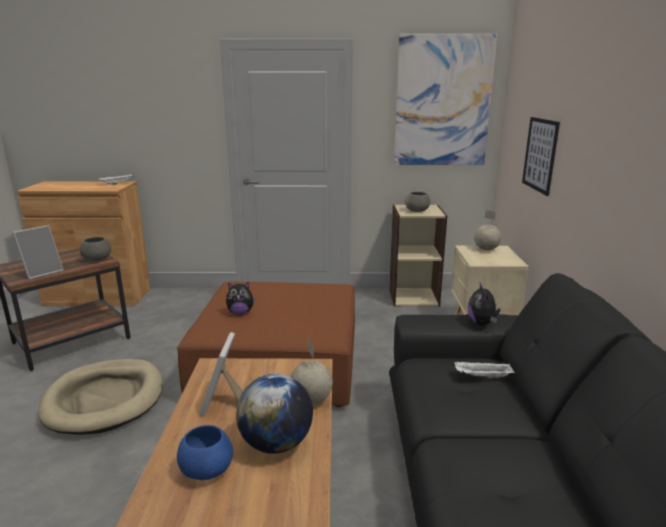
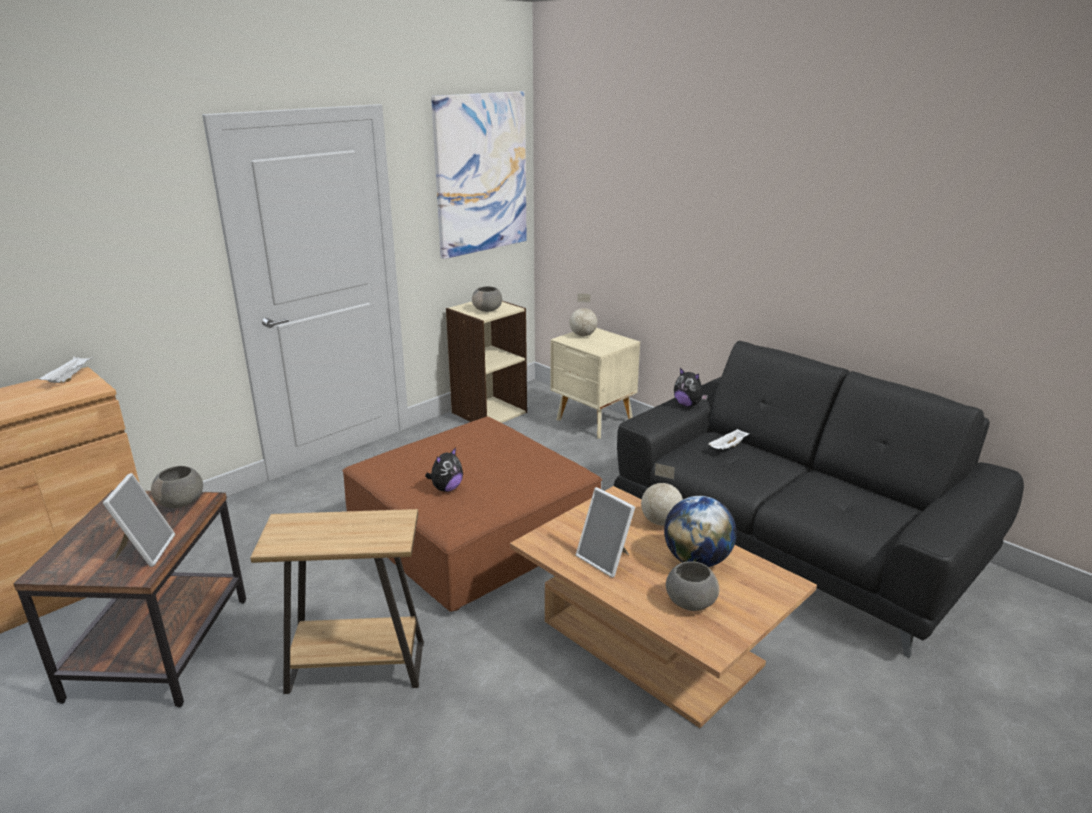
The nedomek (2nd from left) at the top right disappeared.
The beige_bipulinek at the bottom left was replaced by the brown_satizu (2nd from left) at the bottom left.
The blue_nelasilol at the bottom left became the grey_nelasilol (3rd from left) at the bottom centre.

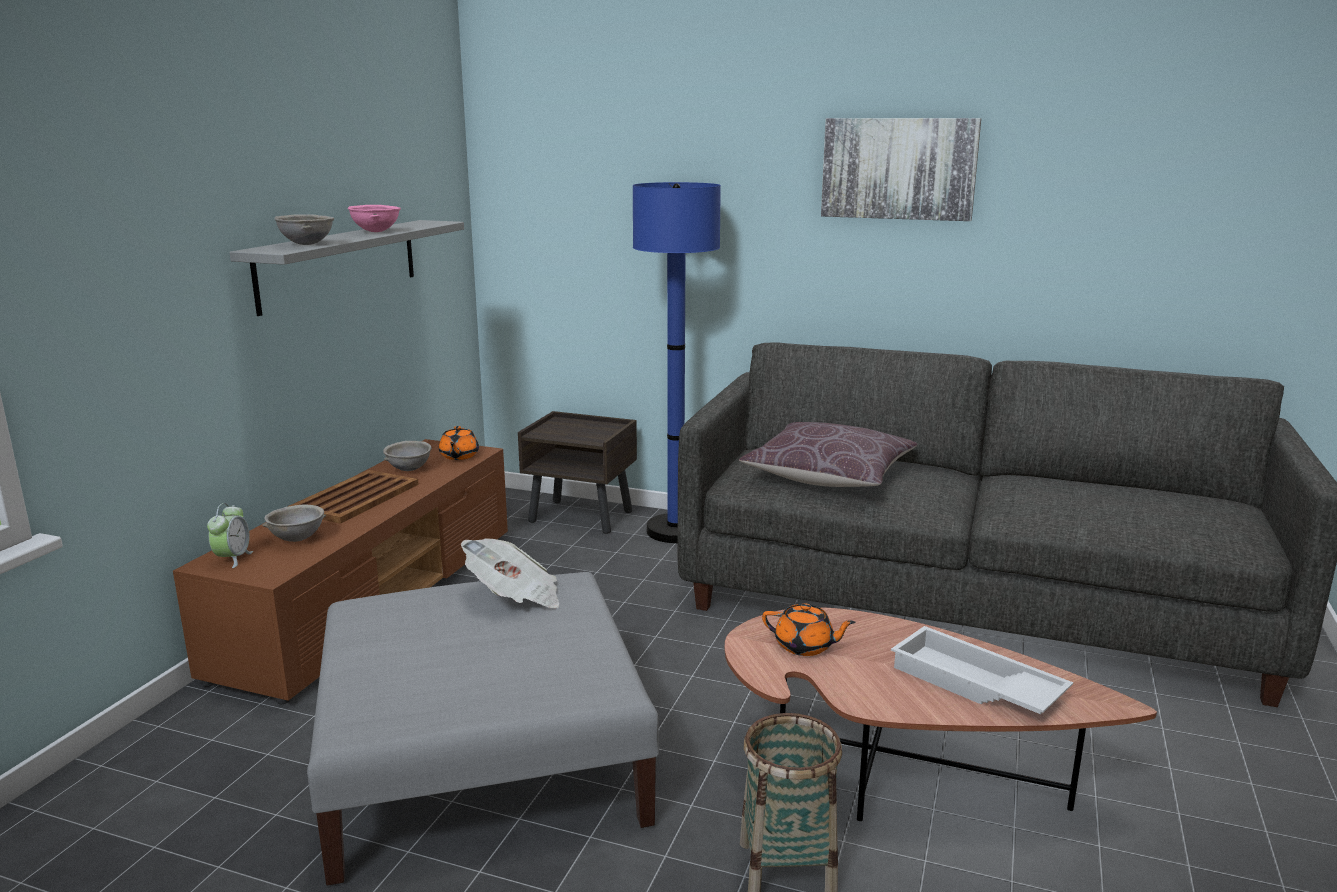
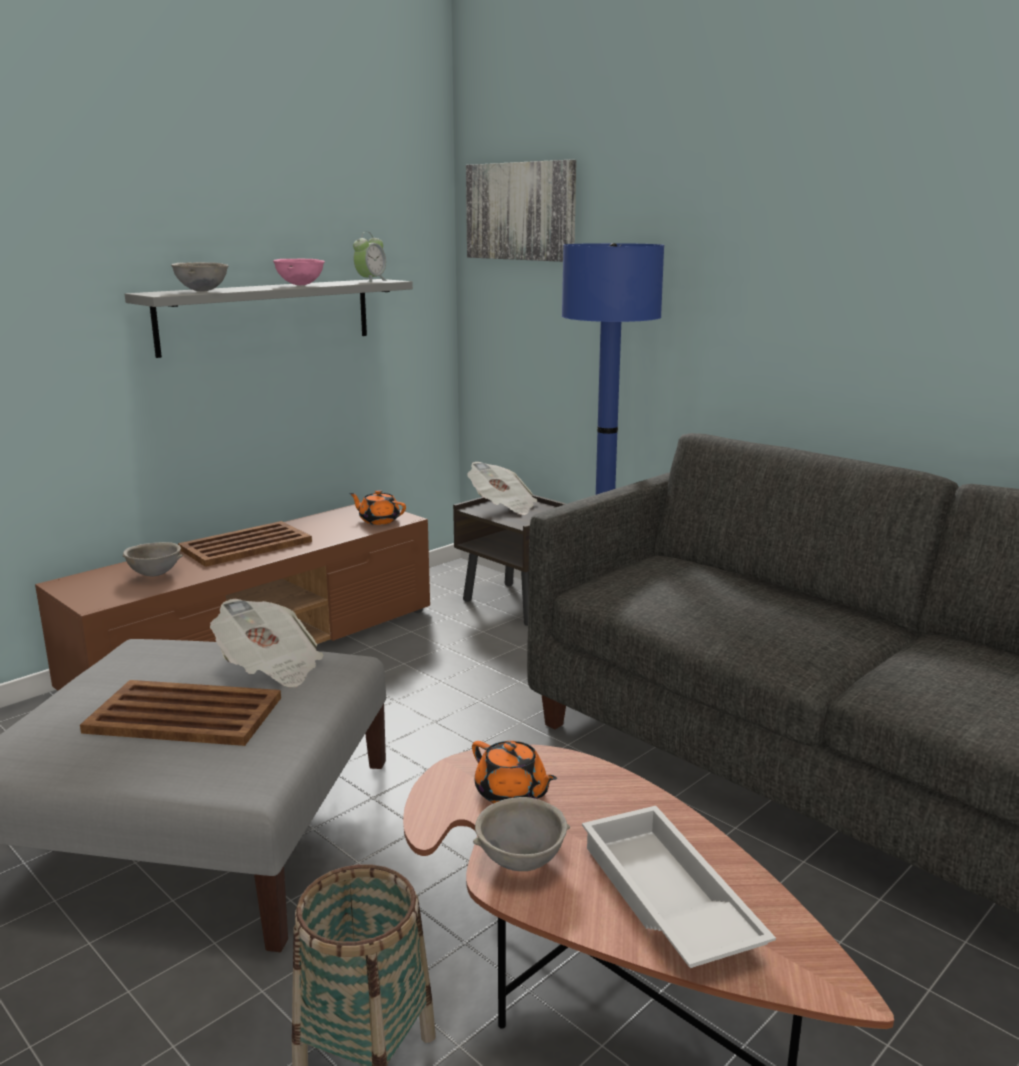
The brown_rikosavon at the centre disappeared.
The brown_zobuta (1st from left) at the bottom left appeared.
The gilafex (2nd from left) at the centre appeared.
The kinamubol moved from the middle left to the top centre.
The grey_nelasilol (3rd from left) moved from the middle left to the bottom centre.
The nedomek moved from the top right to the top centre.
The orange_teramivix (1st from left) at the centre turned 90 degrees clockwise.

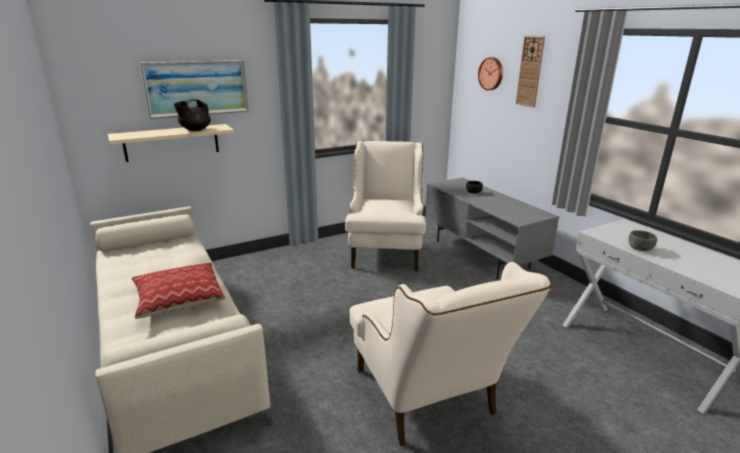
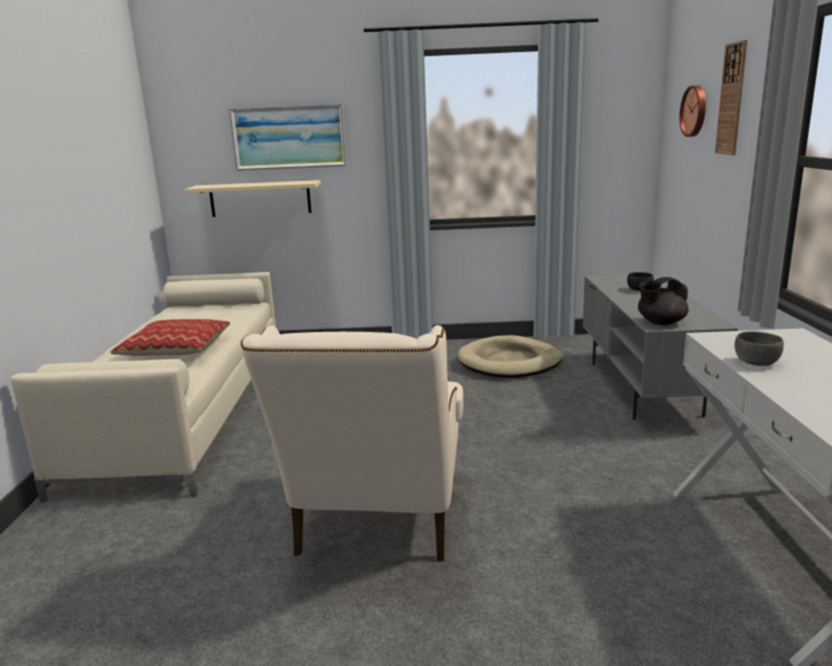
The black_teramivix moved from the top left to the middle right.
The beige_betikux (1st from left) at the centre was replaced by the beige_bipulinek at the centre.

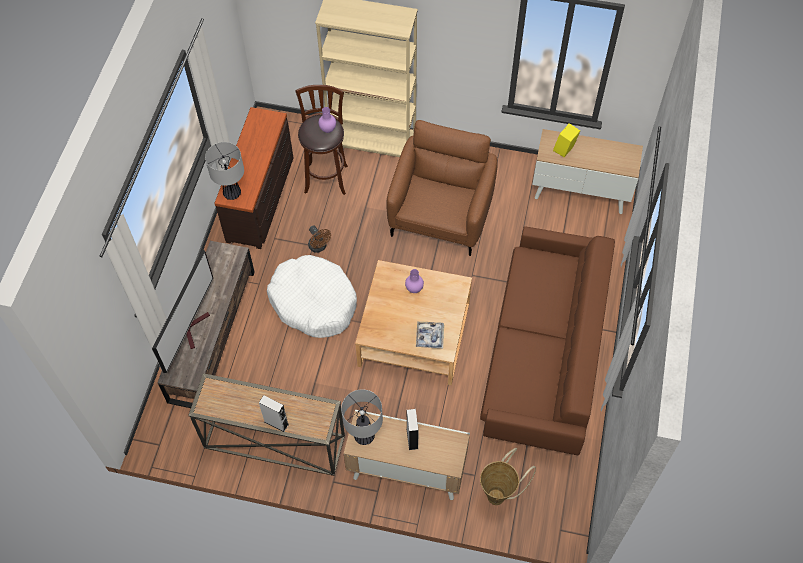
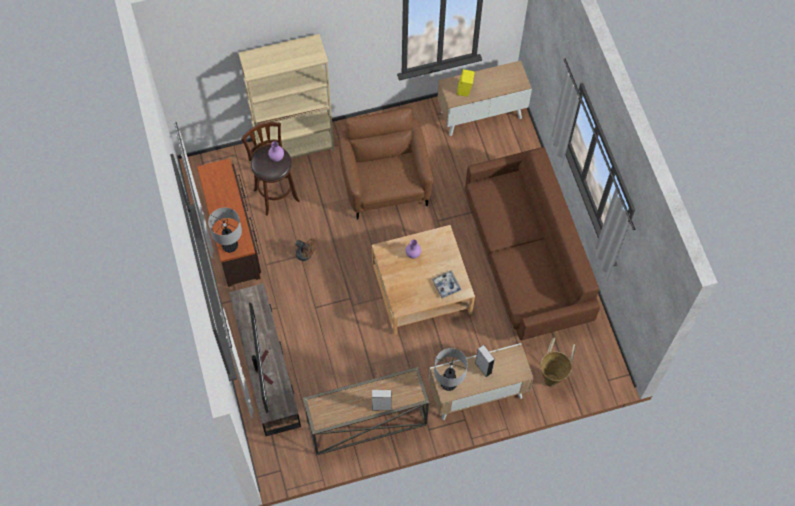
The white_bipulinek at the centre disappeared.

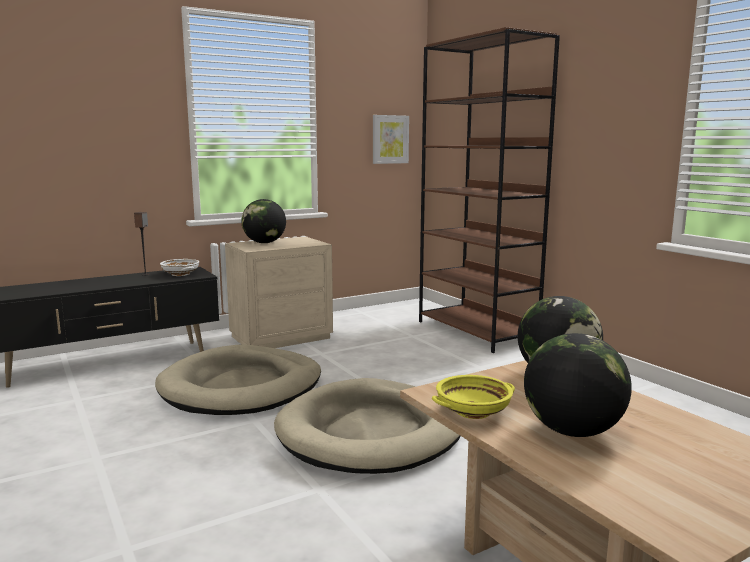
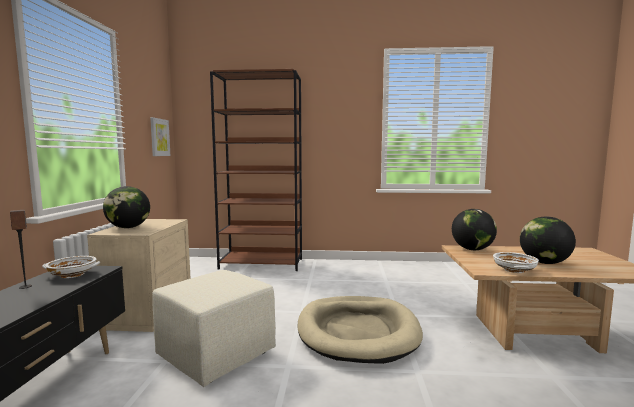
The beige_bipulinek (1st from left) at the bottom left was replaced by the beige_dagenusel at the bottom centre.
The yellow_nelasilol at the bottom centre became the white_nelasilol (2nd from left) at the middle right.

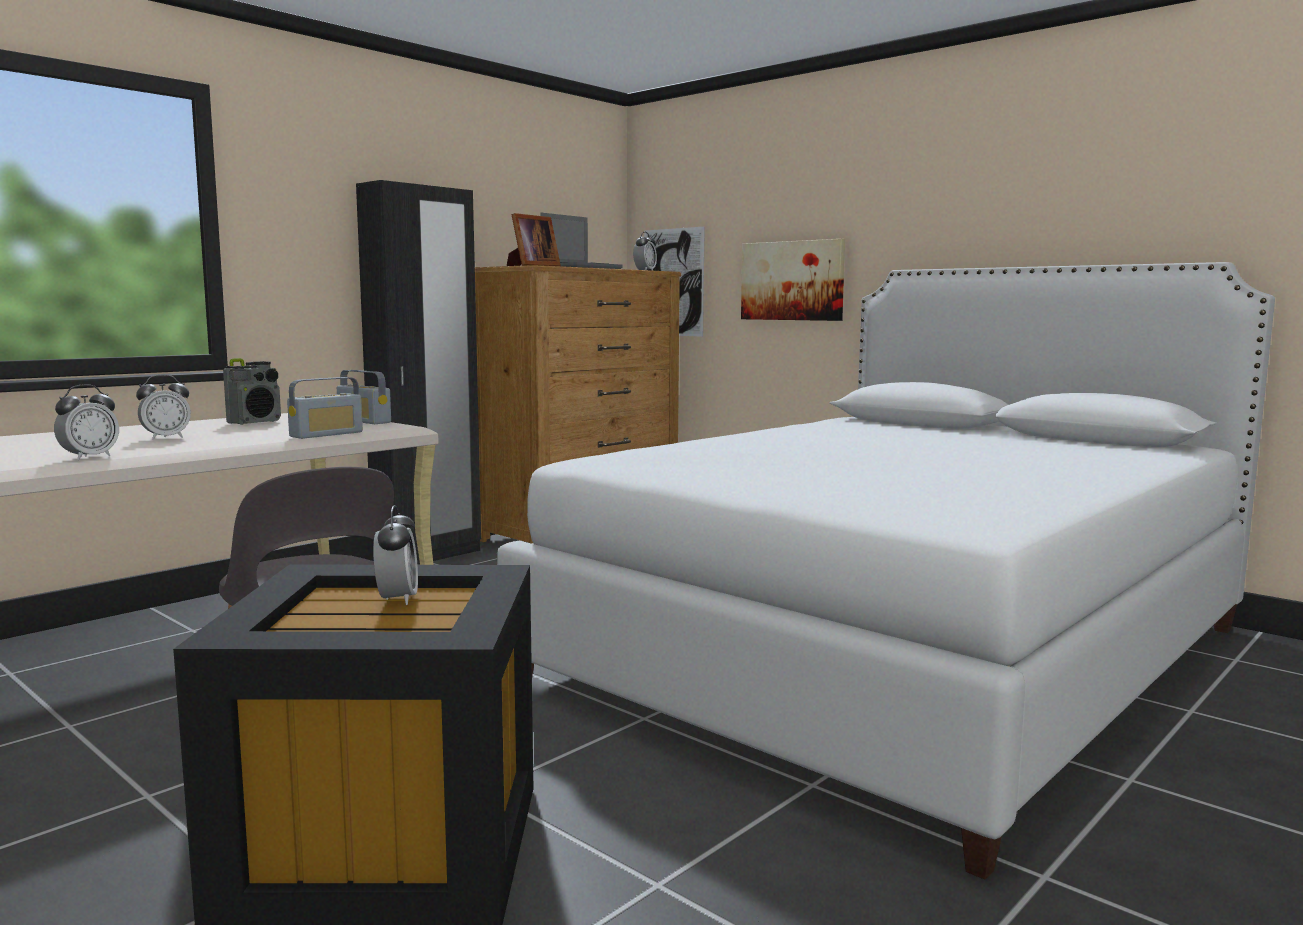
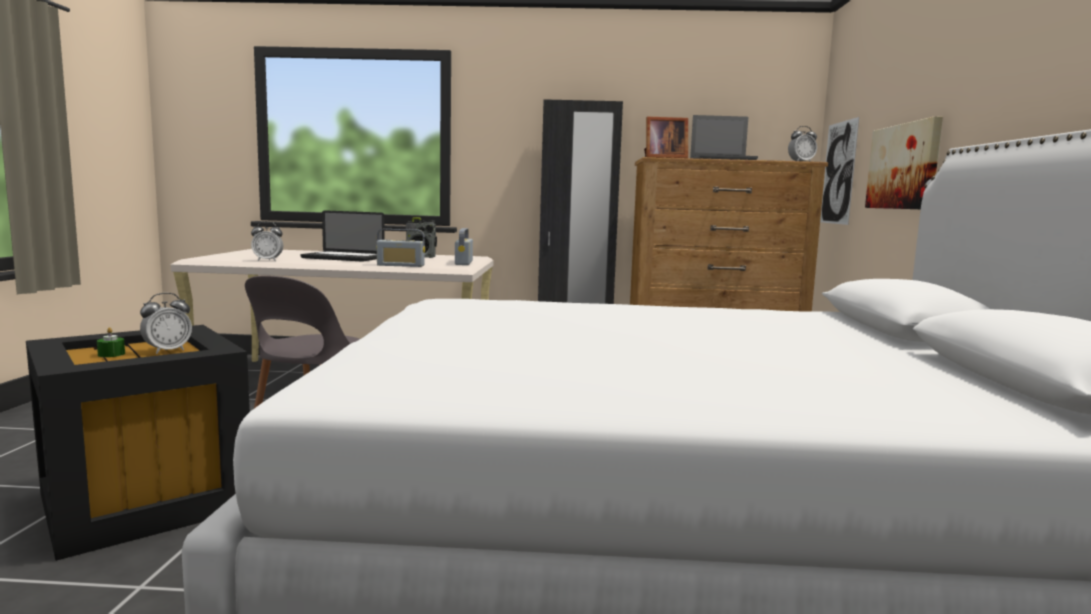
The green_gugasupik at the middle left appeared.
The kinamubol (2nd from left) at the middle left was replaced by the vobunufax (1st from left) at the middle left.

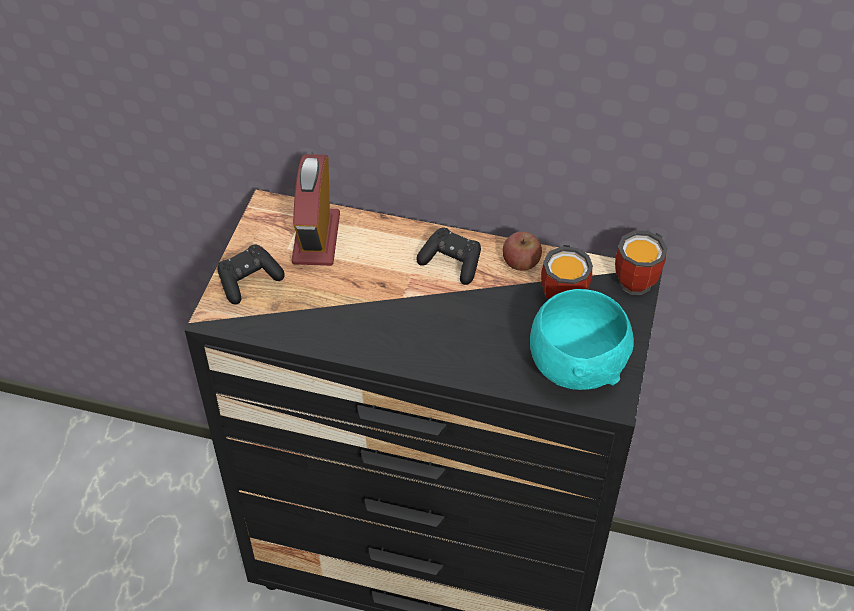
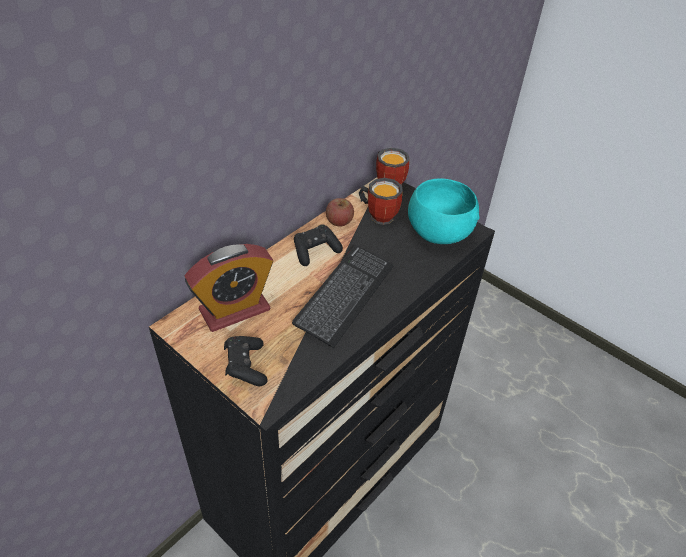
The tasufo at the centre appeared.
The kinamubol at the centre turned 60 degrees counterclockwise.

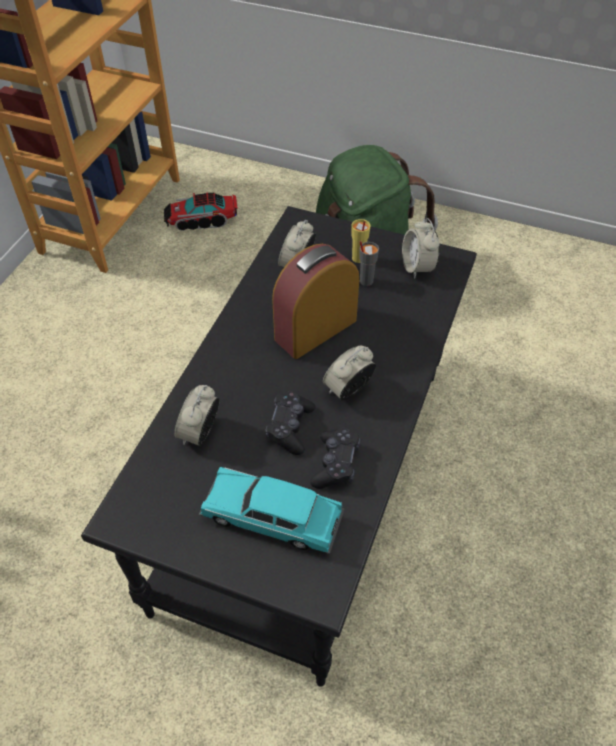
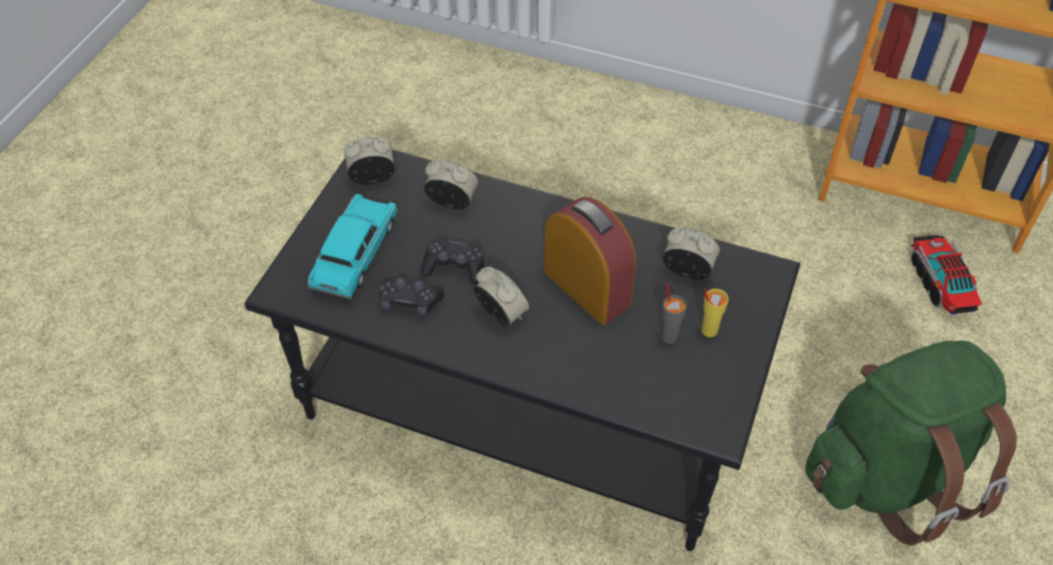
The kinamubol (5th from left in the first image) moved from the top right to the top centre.

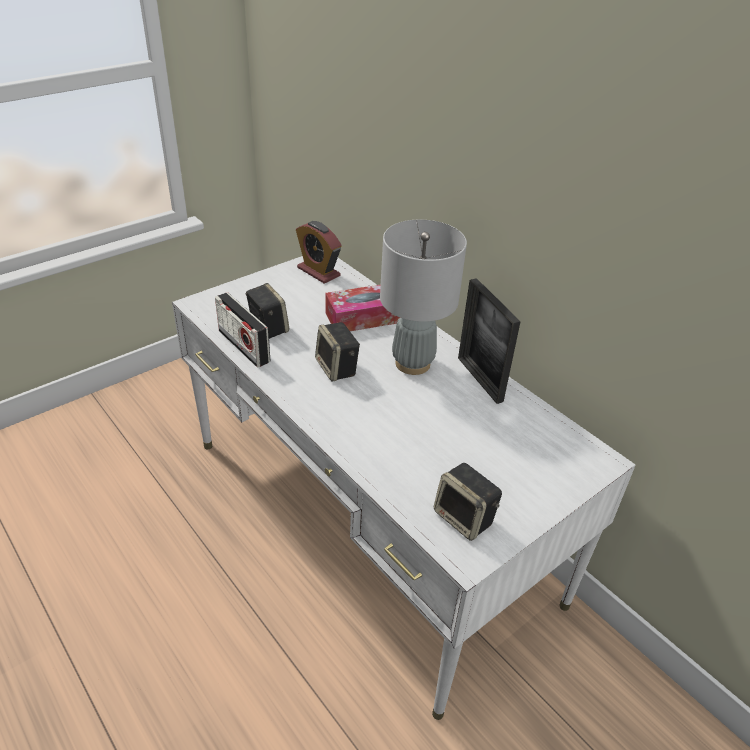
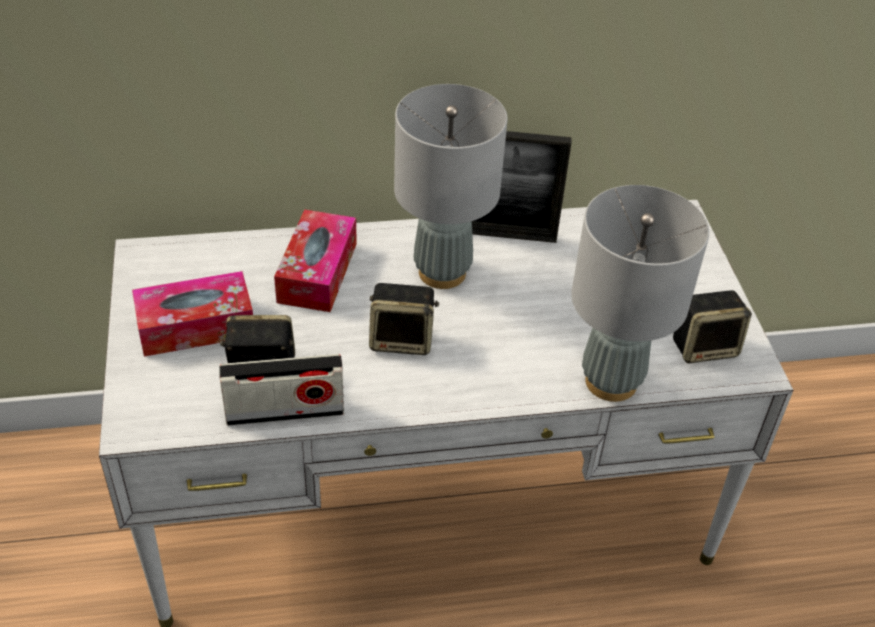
The kinamubol at the centre disappeared.
The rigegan (1st from left) at the middle left appeared.
The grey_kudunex (2nd from left) at the middle right appeared.

